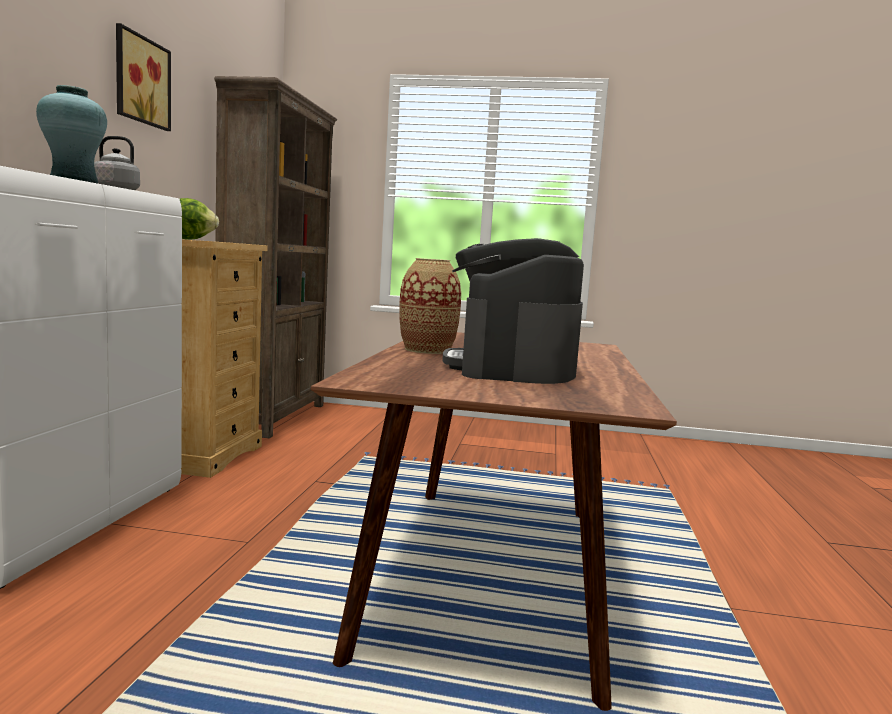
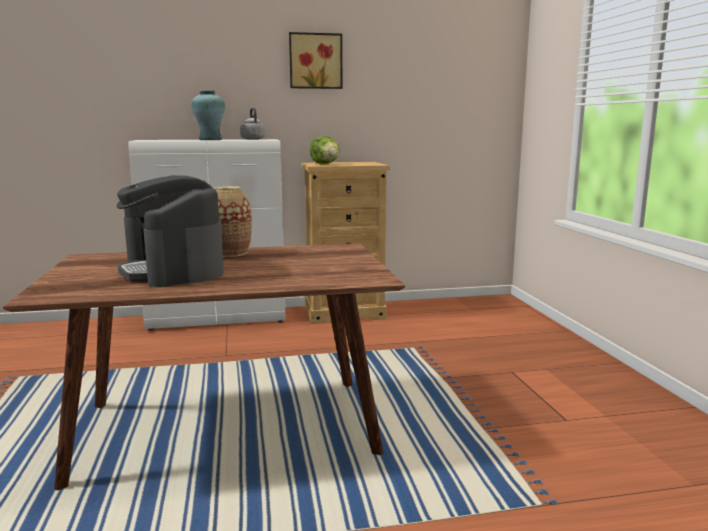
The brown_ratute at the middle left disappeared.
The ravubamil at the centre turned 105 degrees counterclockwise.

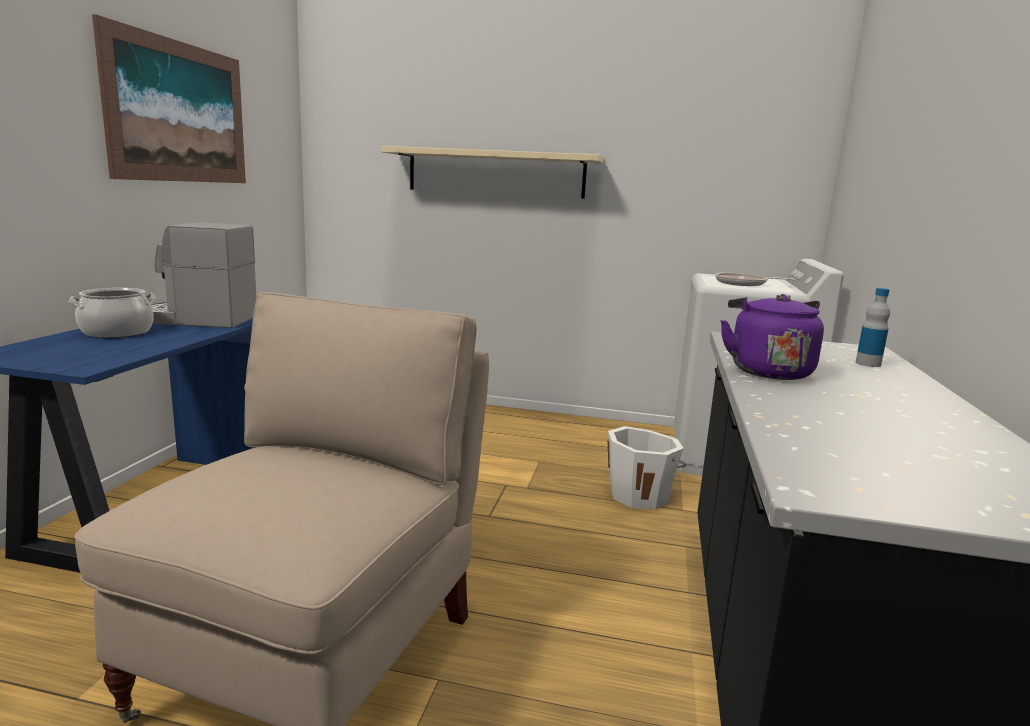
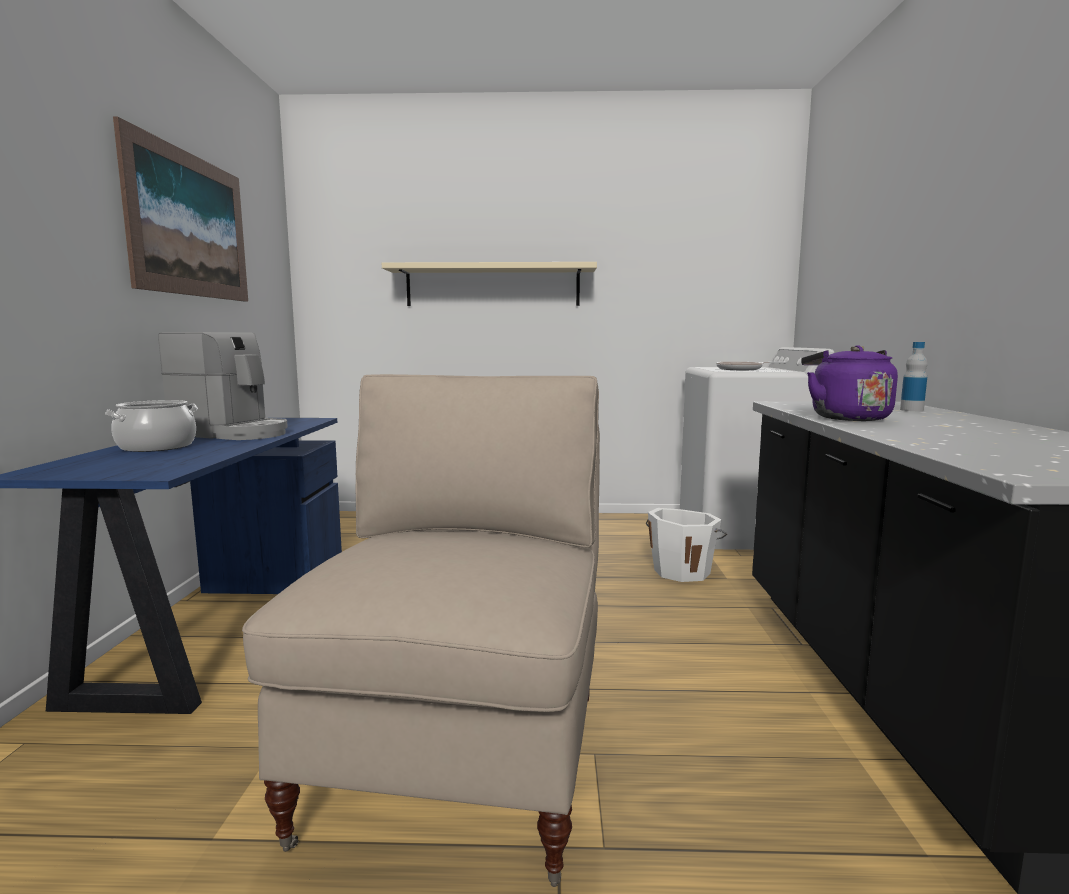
The ravubamil at the middle left turned 150 degrees counterclockwise.

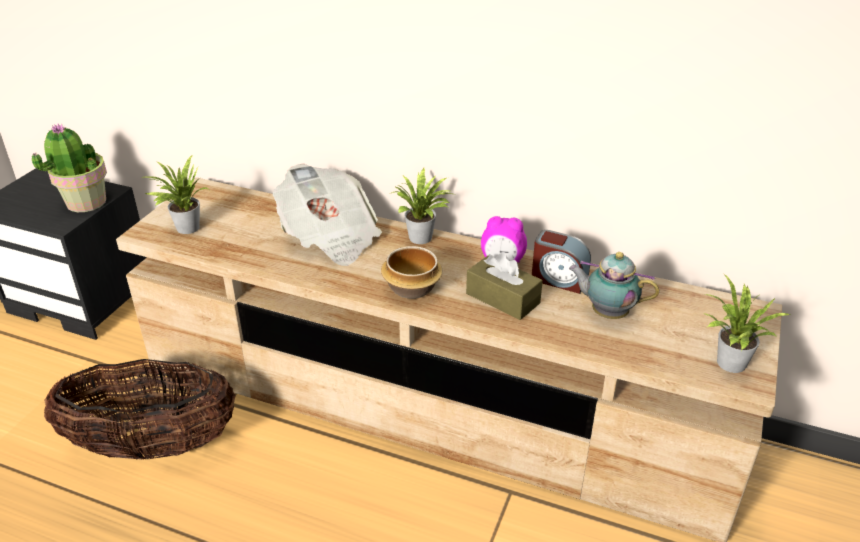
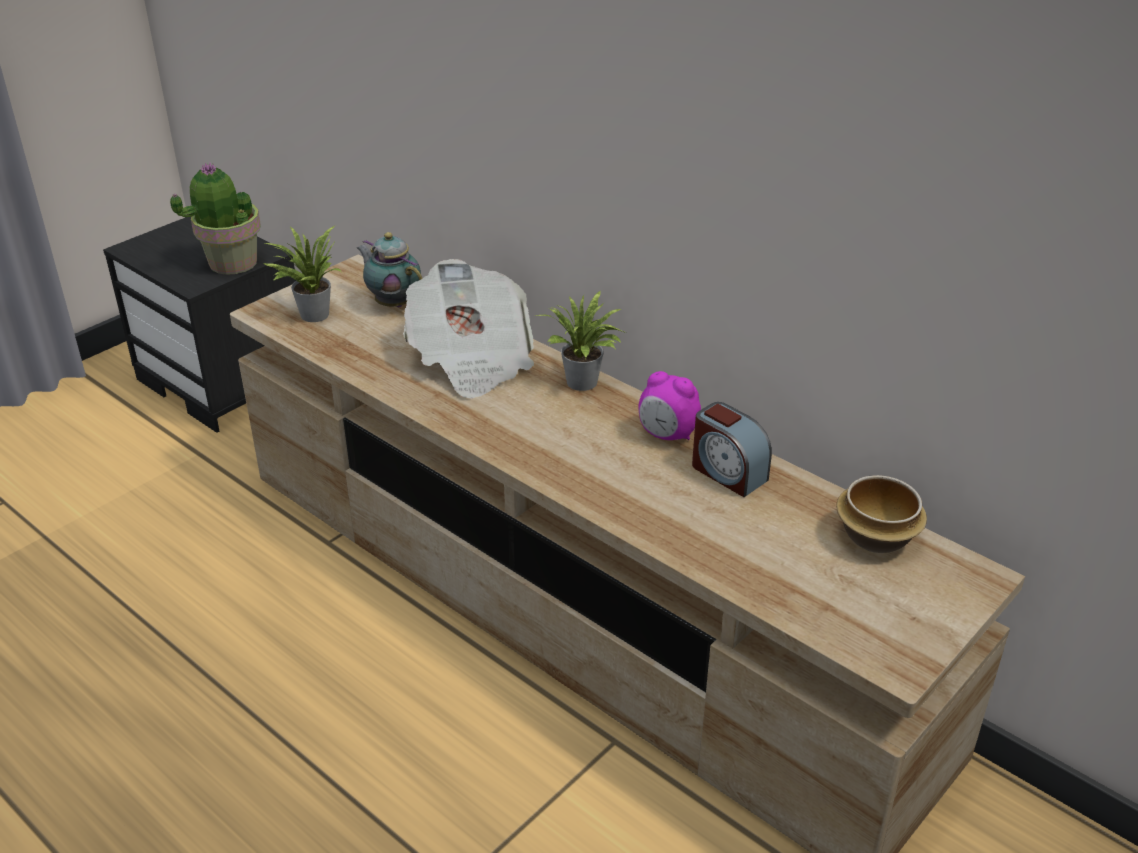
The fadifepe at the bottom left disappeared.
The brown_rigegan at the centre disappeared.
The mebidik (4th from left) at the middle right disappeared.
The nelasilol moved from the centre to the middle right.
The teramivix moved from the middle right to the top centre.

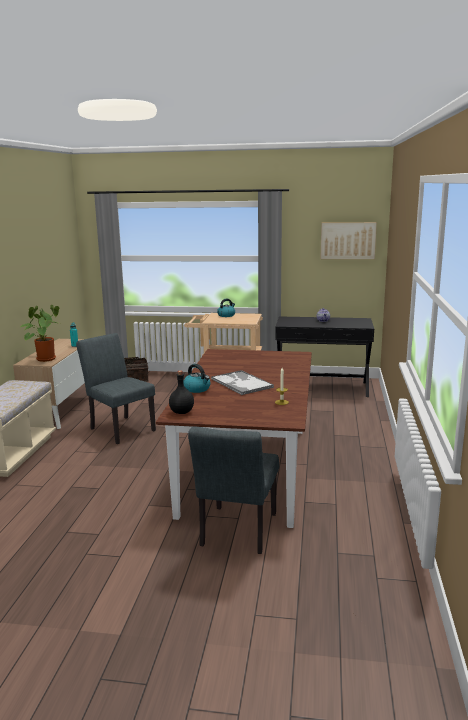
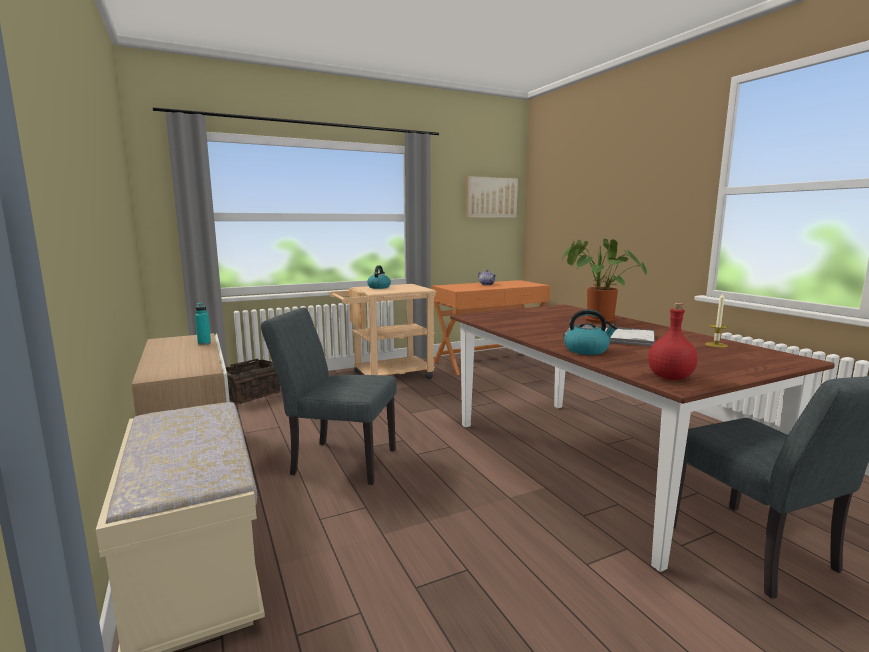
The mebidik moved from the middle left to the middle right.
The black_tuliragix at the centre became the red_tuliragix at the middle right.
The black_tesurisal at the middle right became the orange_tesurisal at the centre.

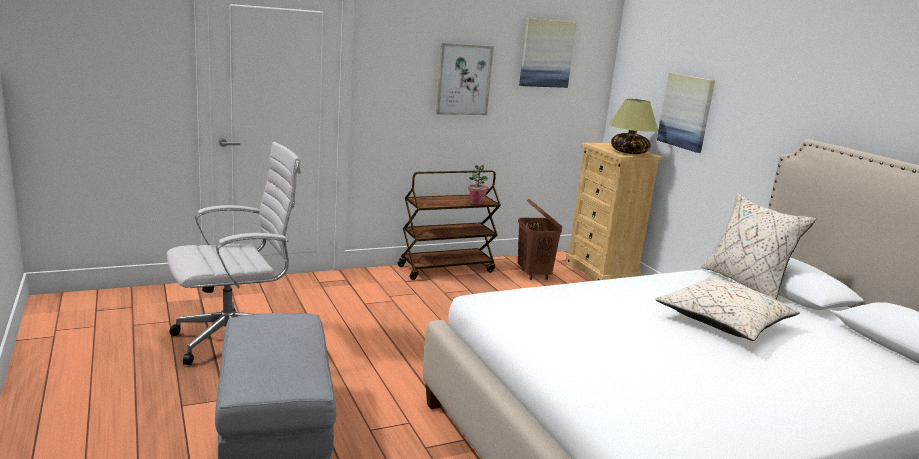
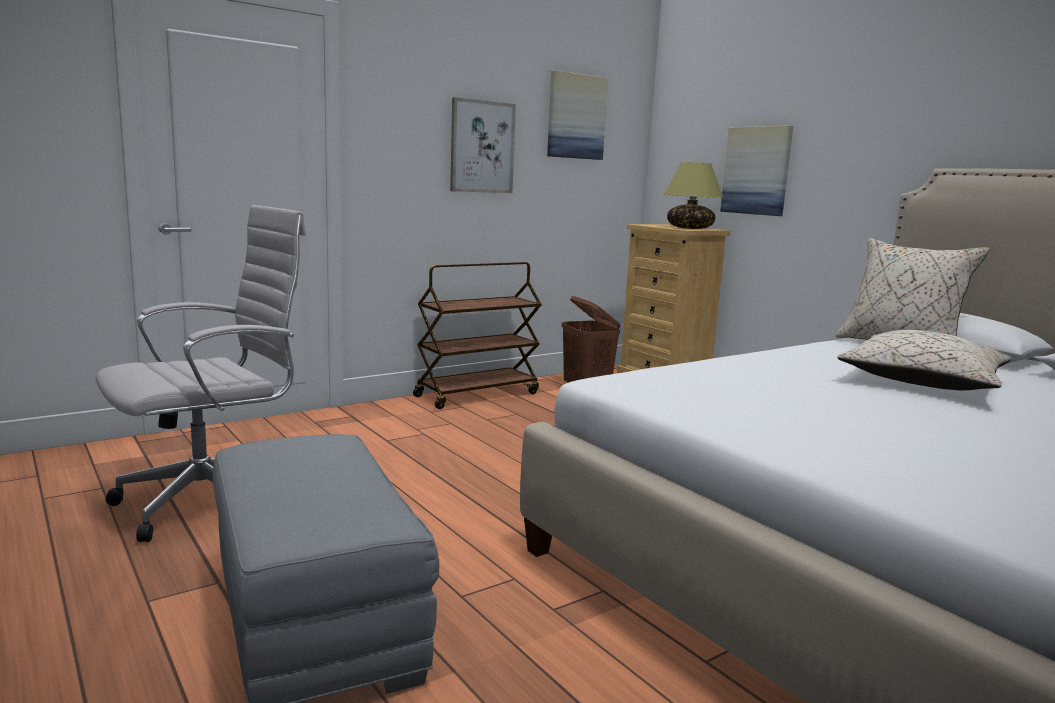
The mebidik at the centre disappeared.

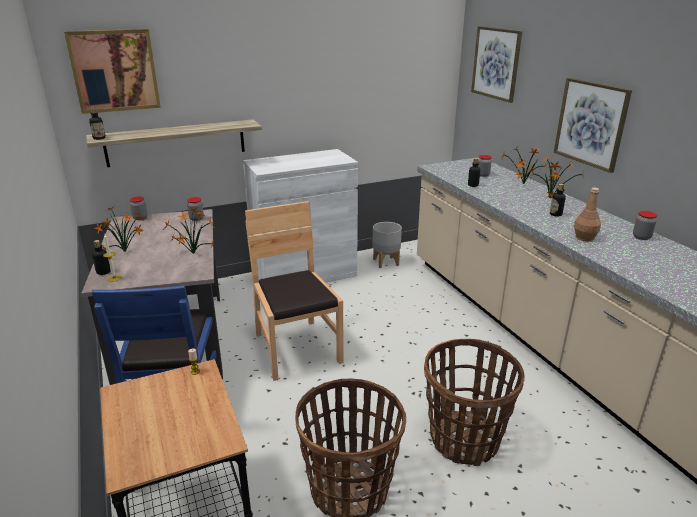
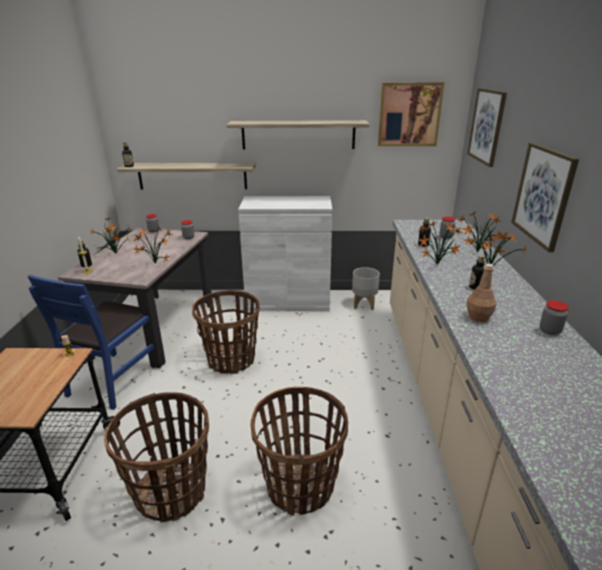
The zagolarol (2nd from left) at the top centre appeared.
The mebidik (3rd from left) at the middle right appeared.
The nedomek (1st from left) moved from the top left to the top right.
The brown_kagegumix at the centre was replaced by the fadifepe (2nd from left) at the centre.

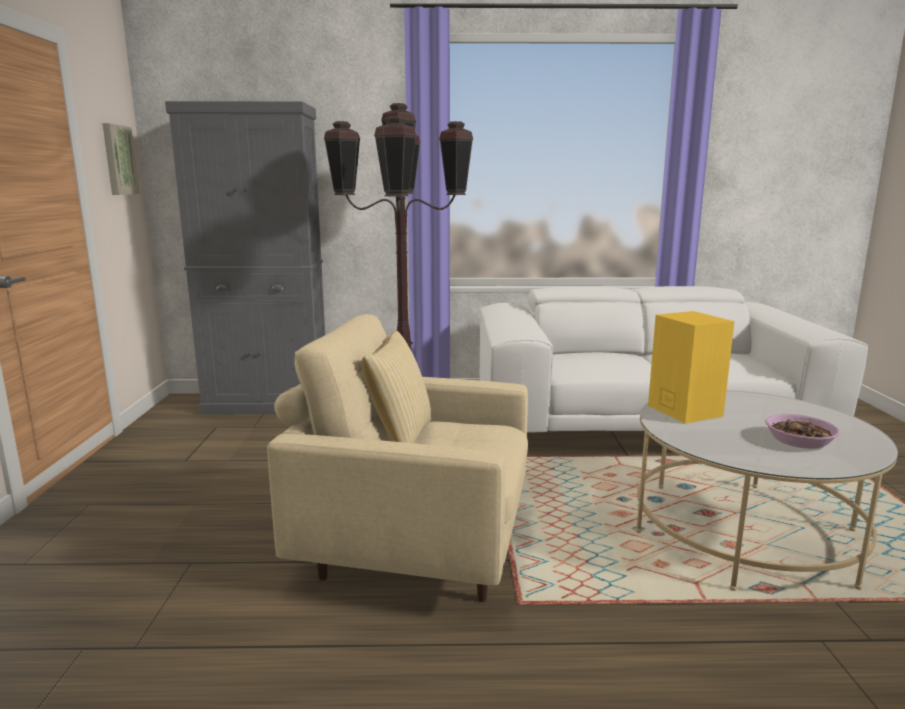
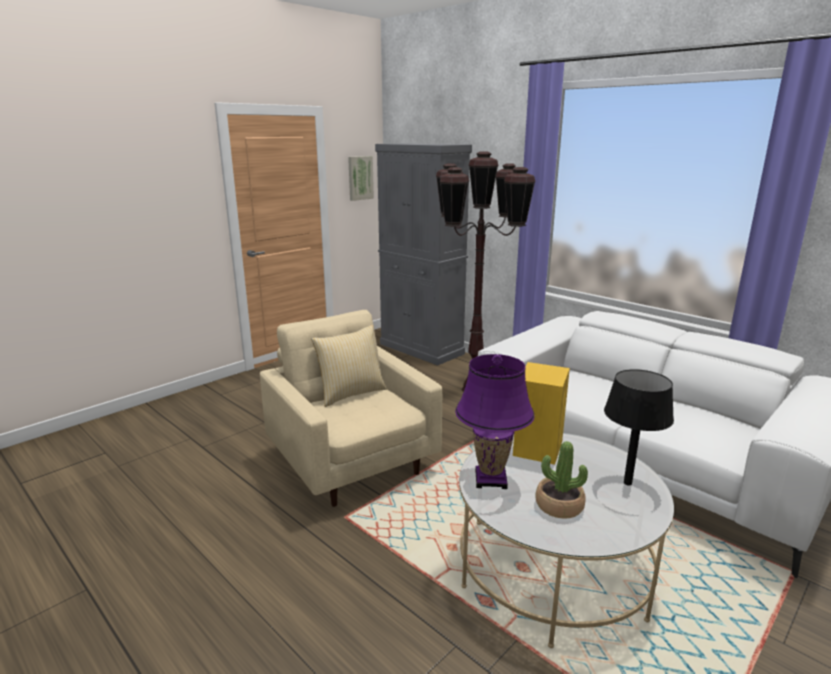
The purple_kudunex at the centre appeared.
The black_kudunex at the middle right appeared.
The nelasilol at the middle right was replaced by the mebidik at the bottom right.

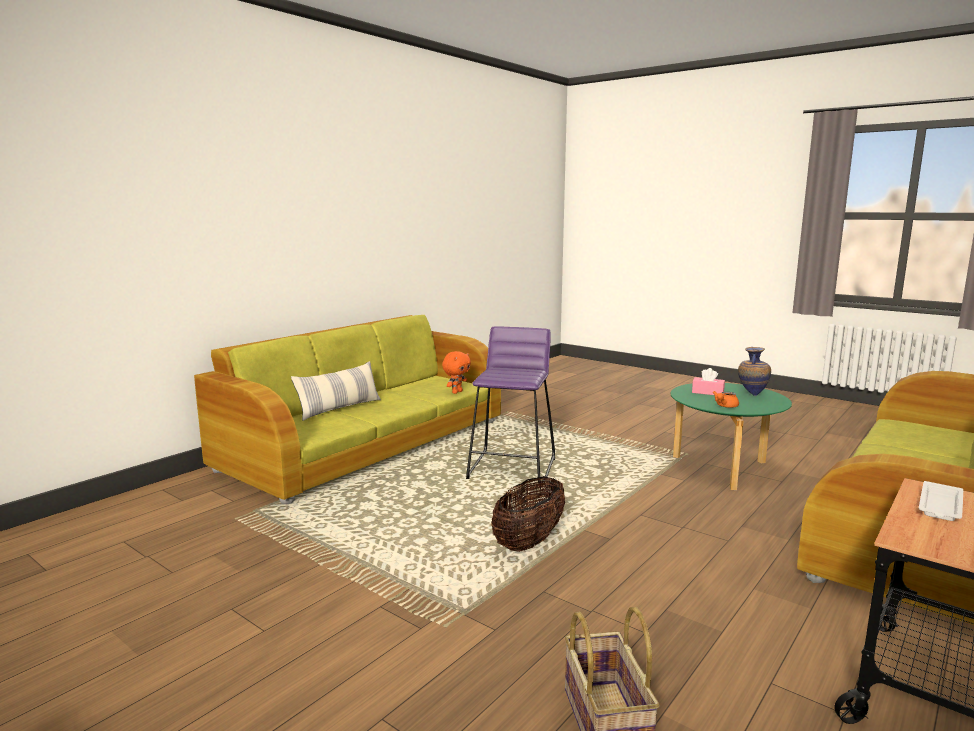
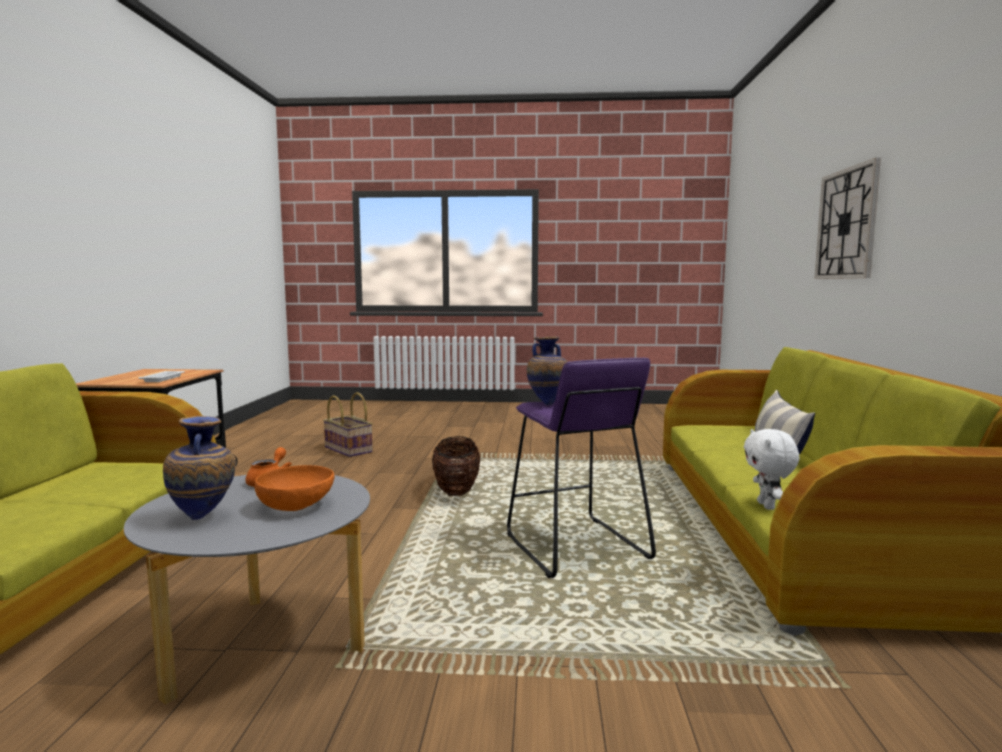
The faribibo (2nd from left) at the centre appeared.
The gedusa at the top right appeared.
The pink_rigegan at the middle right was replaced by the orange_nelasilol at the middle left.
The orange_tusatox at the centre became the white_tusatox at the middle right.
The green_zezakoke at the middle right became the grey_zezakoke at the bottom left.

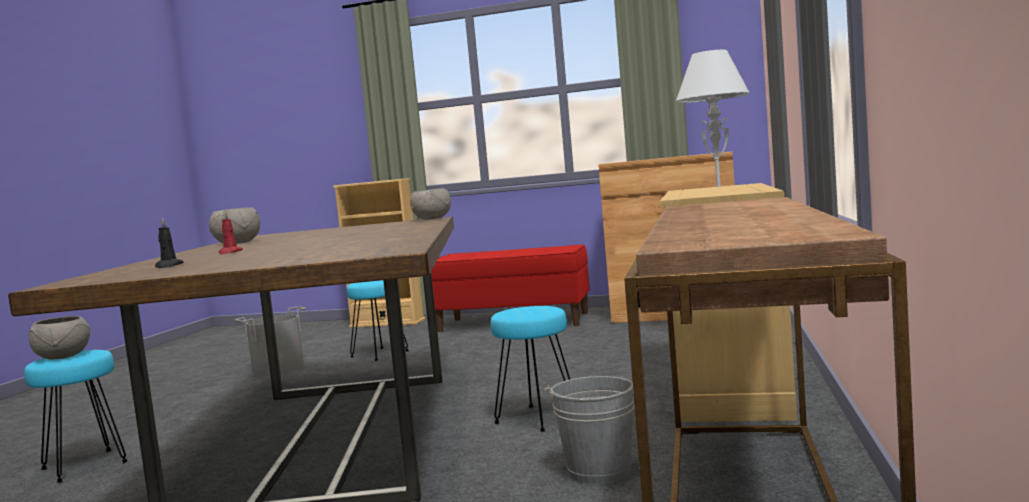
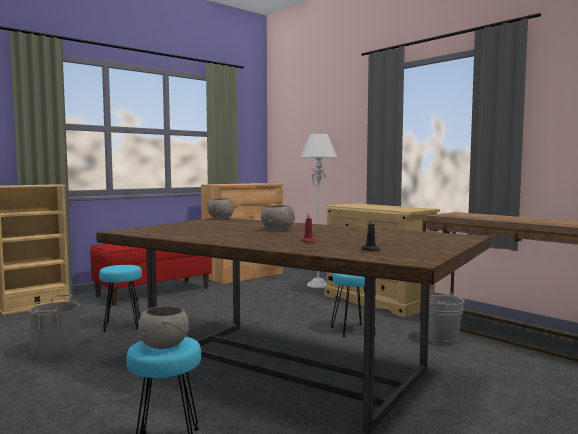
The grey_nelasilol (2nd from left in the first image) moved from the middle left to the centre.

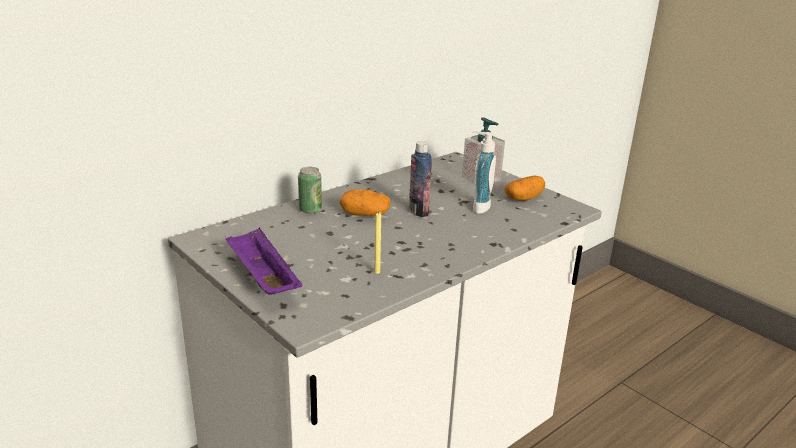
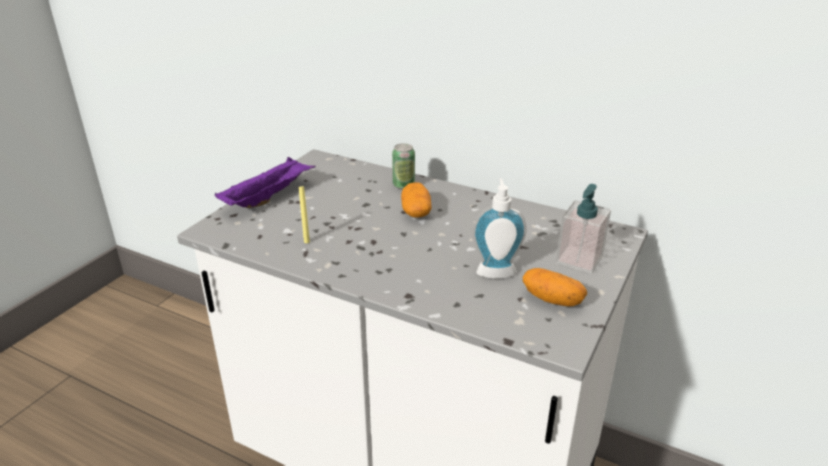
The tuliragix at the centre disappeared.

